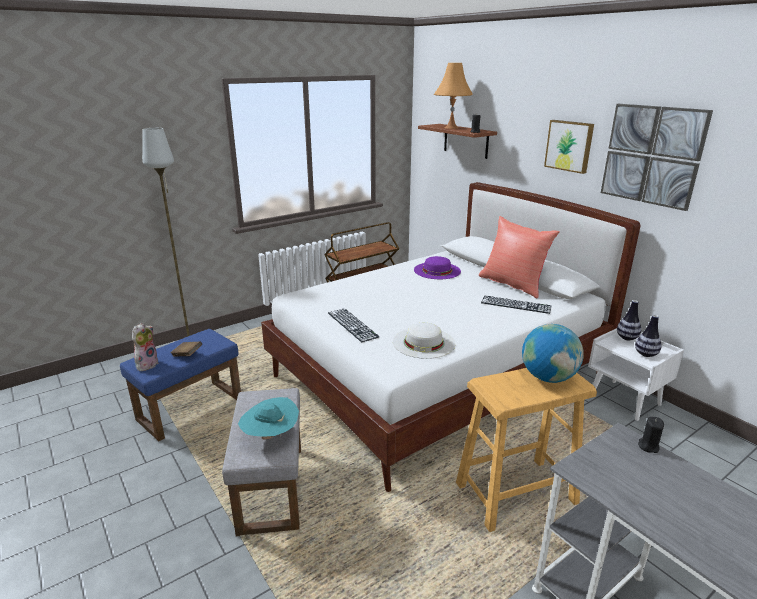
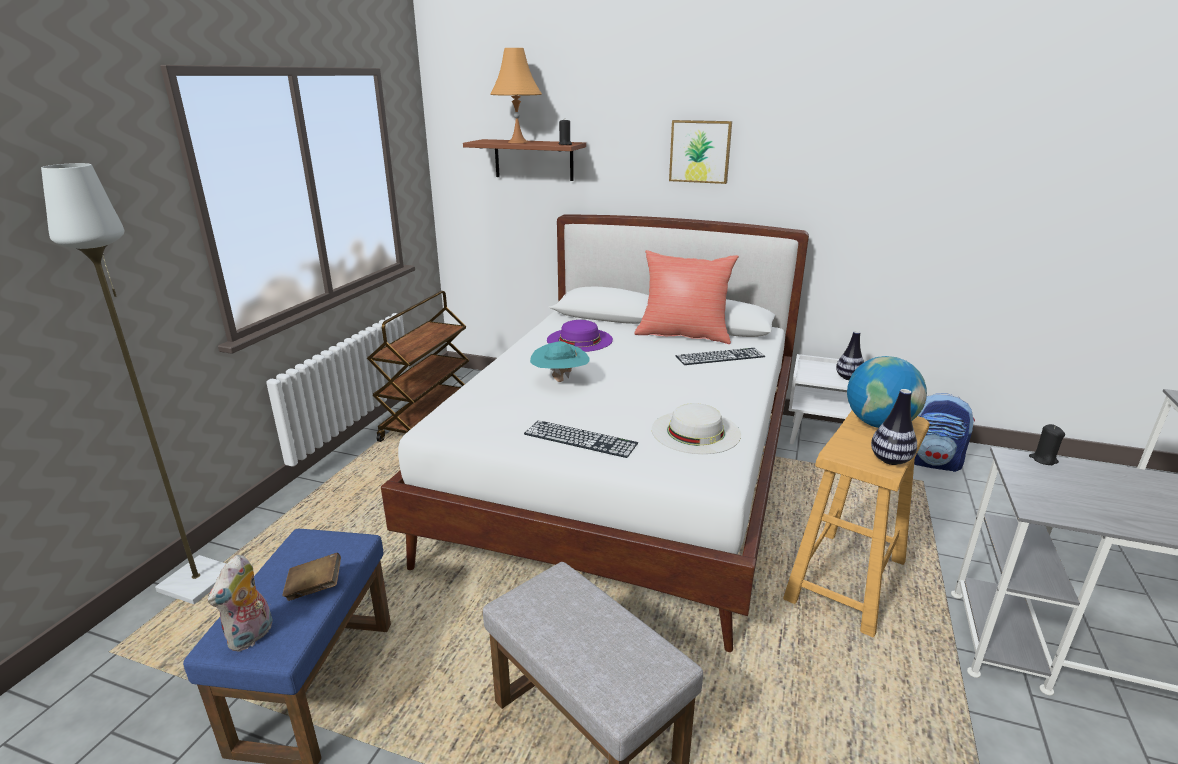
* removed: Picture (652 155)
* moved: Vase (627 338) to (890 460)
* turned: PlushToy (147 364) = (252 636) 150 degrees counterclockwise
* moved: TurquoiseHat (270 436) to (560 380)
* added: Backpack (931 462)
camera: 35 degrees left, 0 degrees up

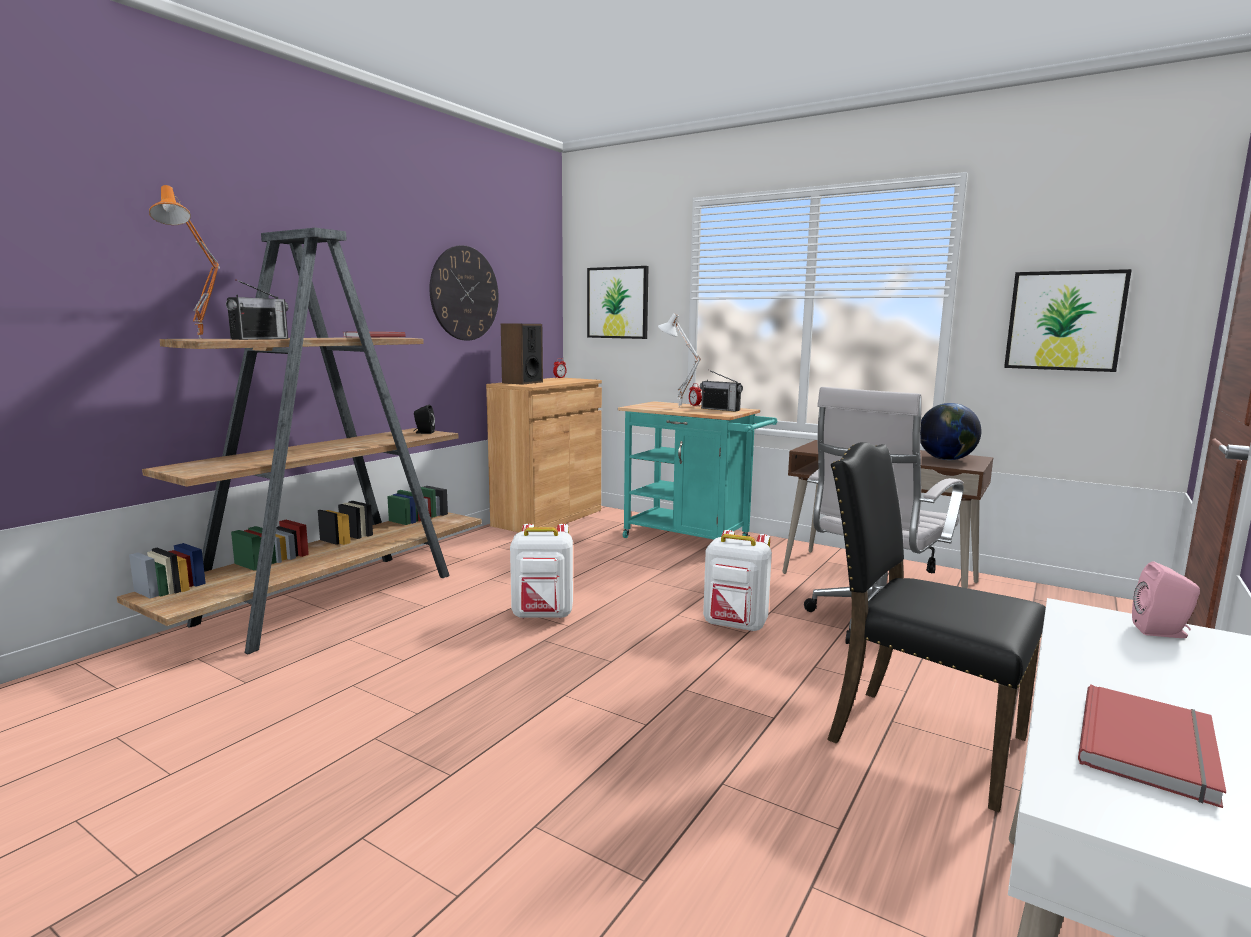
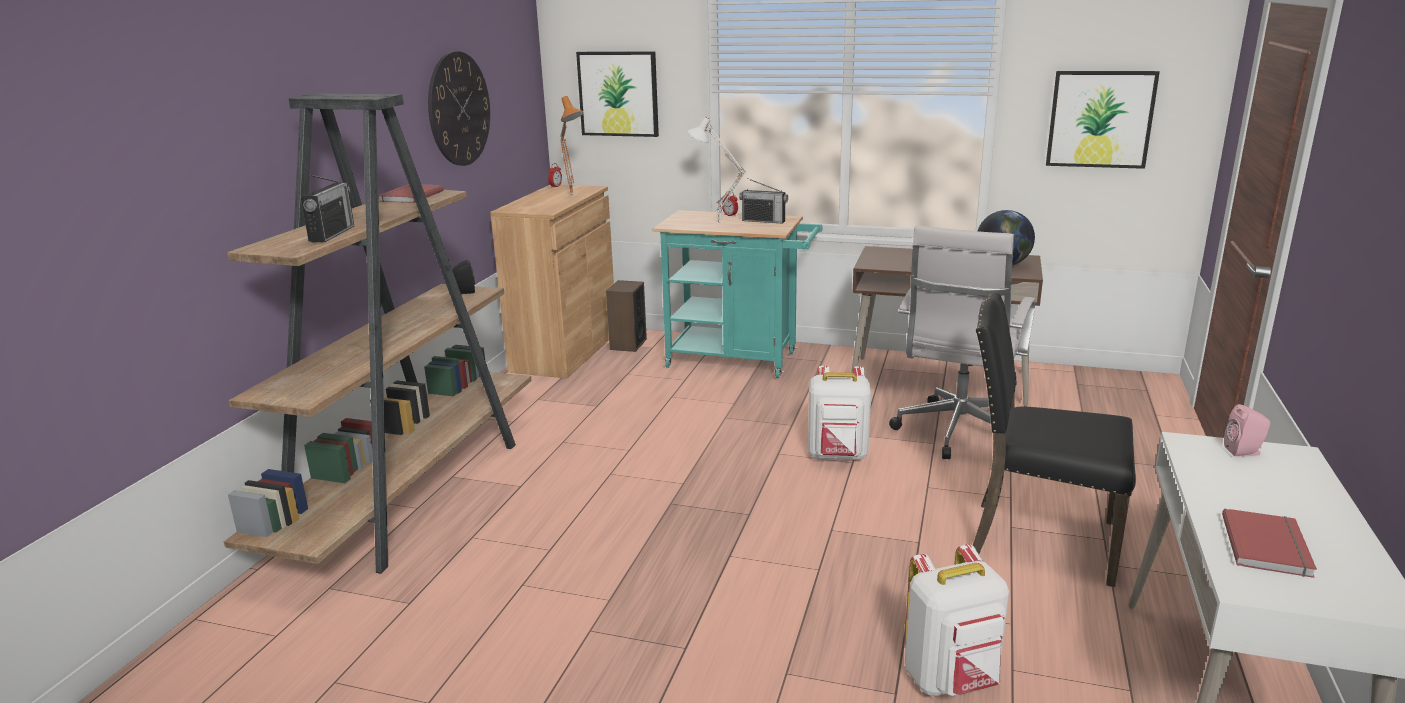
* moved: OrangeTableLamp (203 338) to (573 194)
* moved: Speaker (522 382) to (628 344)
* moved: WhiteBackpack (543 615) to (952 680)
camera: 15 degrees left, 10 degrees up

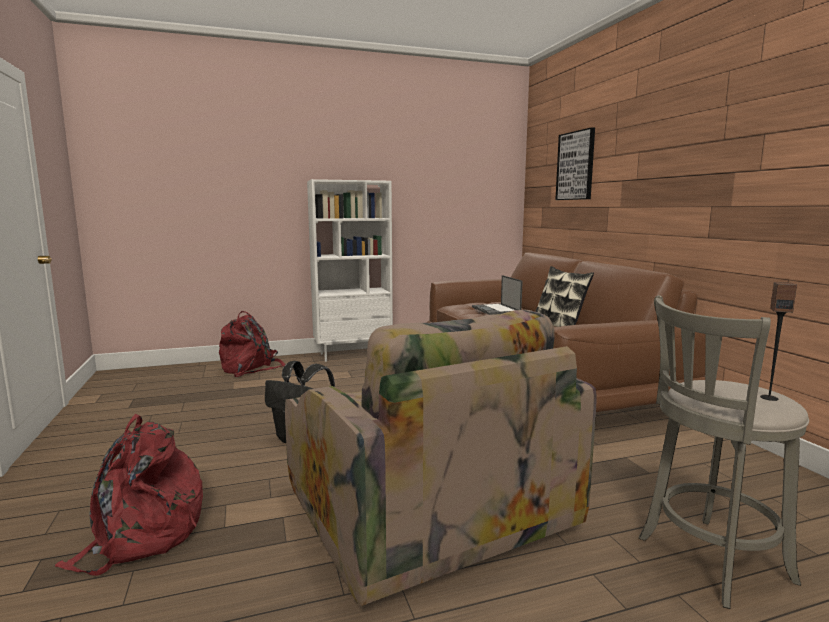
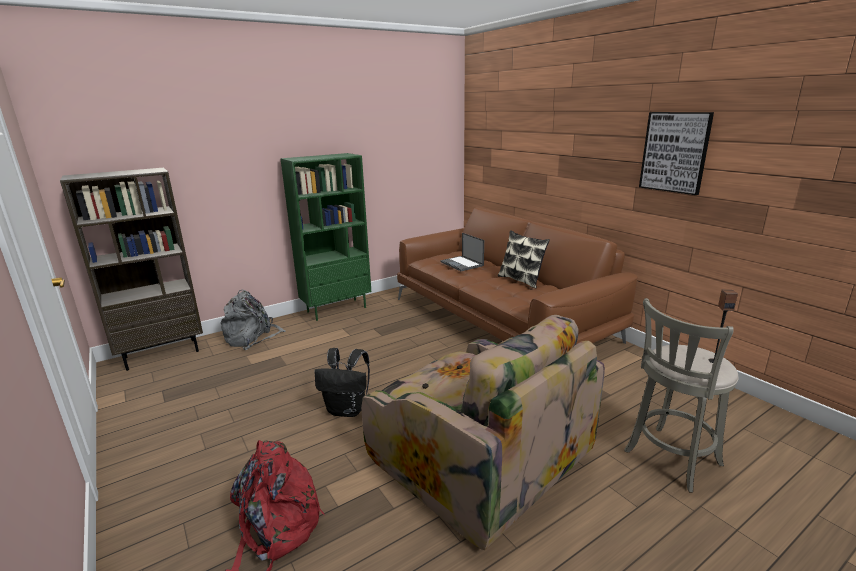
* moved: Picture (576 166) to (675 152)
* recoloured: WhiteBookcase (353 354) to GreenBookcase (337 309)
* recoloured: RedBackpack (251 368) to GreyBackpack (252 337)
* added: BrownBookcase (162 354)
camera: 15 degrees left, 10 degrees up

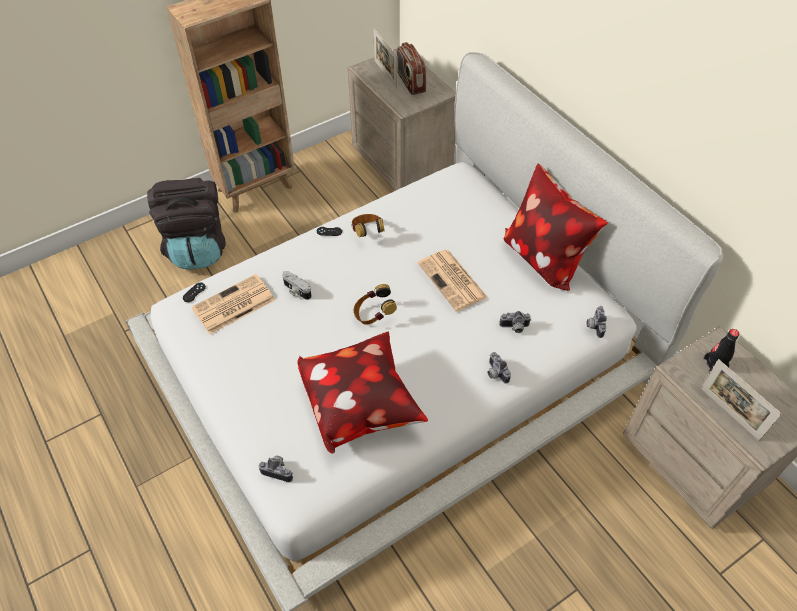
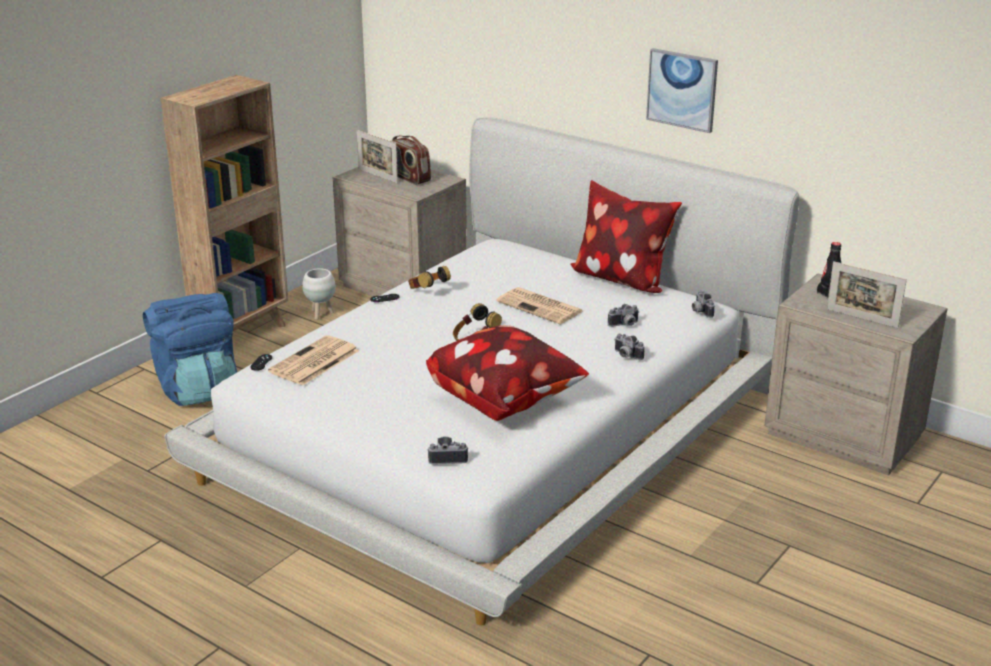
* recoloured: BlackBackpack (197 247) to BlueBackpack (198 389)
* removed: PhotoCamera (296 291)
* added: Picture (682 90)
* added: WhitePlanter (321 314)
camera: 20 degrees left, 25 degrees down

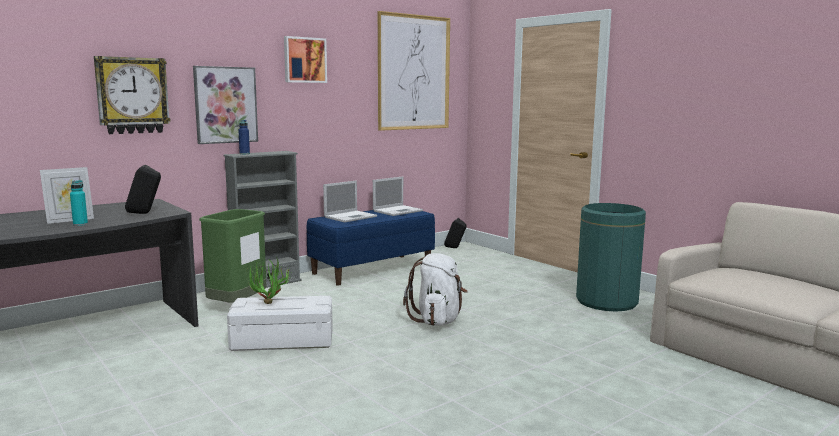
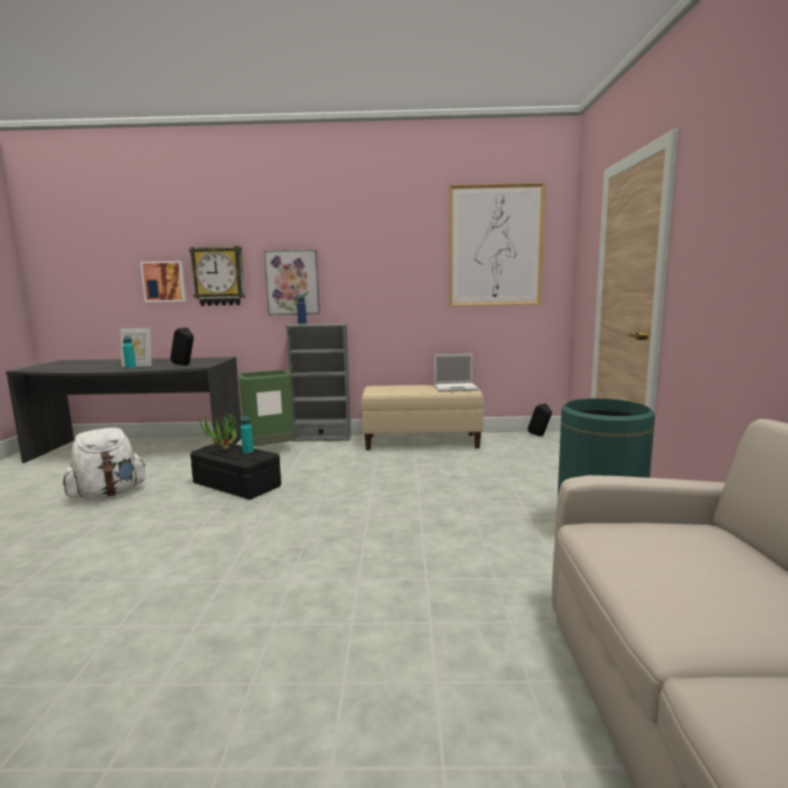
* moved: Picture (304 60) to (164 281)
* removed: Laptop (351 217)
* recoloured: BlueBench (372 269) to BeigeBench (422 442)
* moved: WhiteBackpack (437 320) to (108 494)
* recoloured: WhiteStorageBox (283 340) to BlackStorageBox (238 484)
* added: TurquoiseBottle (248 451)
camera: 40 degrees right, 0 degrees up

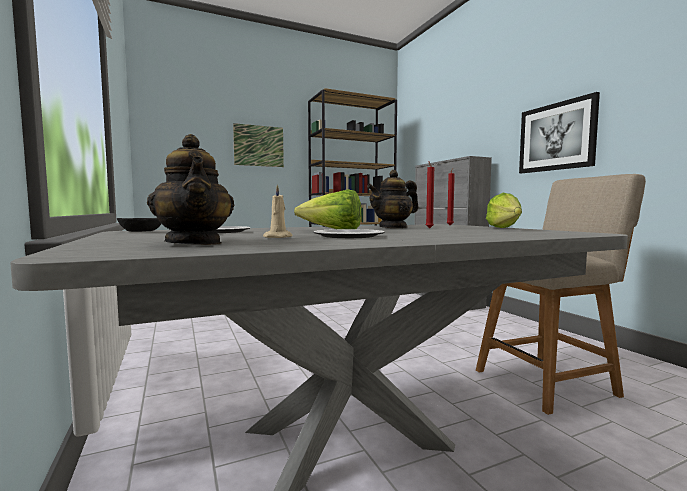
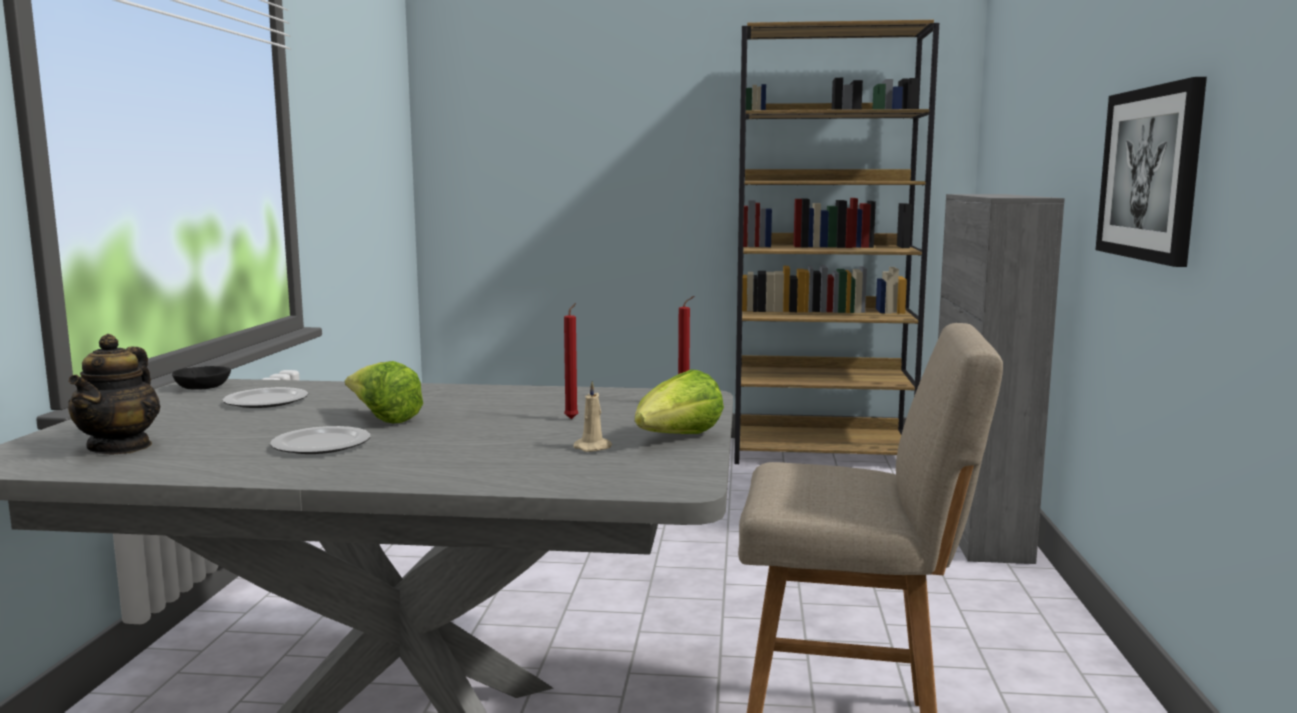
* removed: Picture (259 146)
* removed: Teapot (393 227)
* moved: BeigeCandle (278 237) to (594 447)
camera: 30 degrees right, 5 degrees up

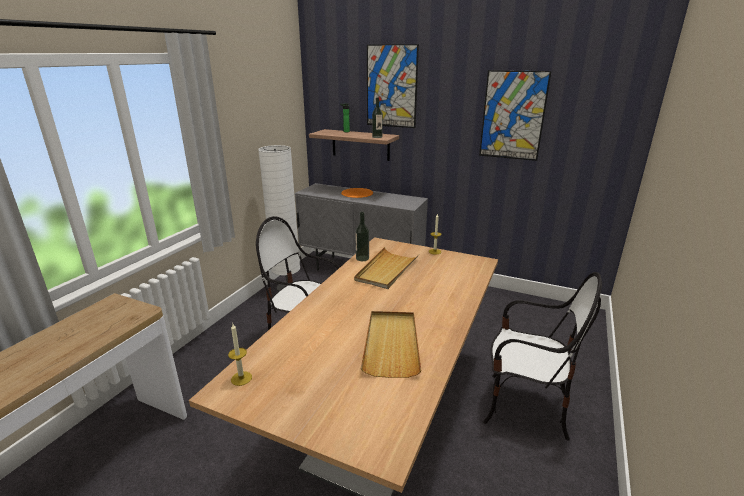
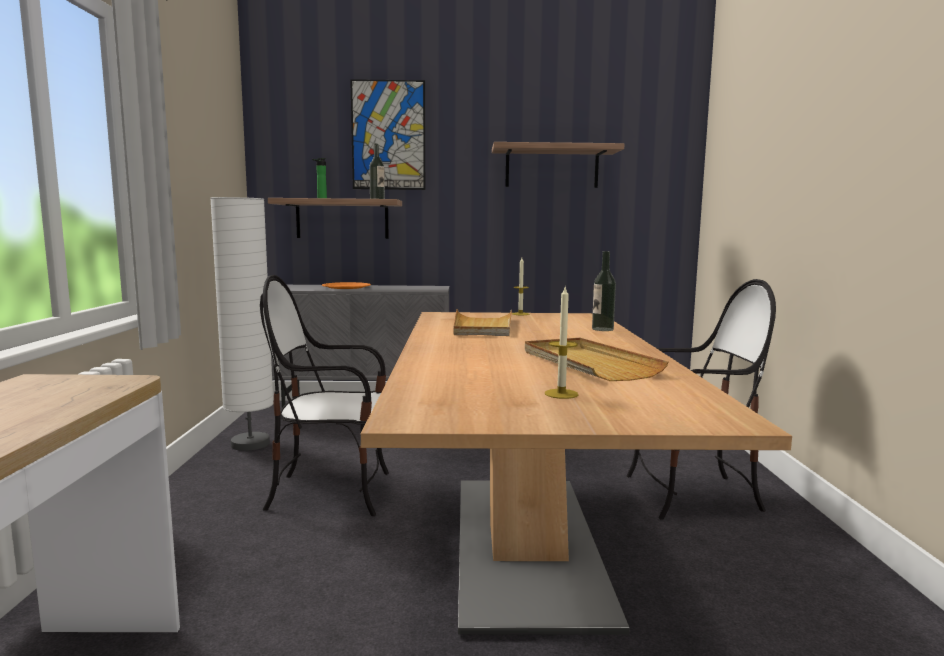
* replaced: Picture (513 116) to Shelf (551 168)
* moved: Bottle (362 258) to (602 329)
* moved: Candle (241 378) to (561 394)
camera: 25 degrees left, 15 degrees down

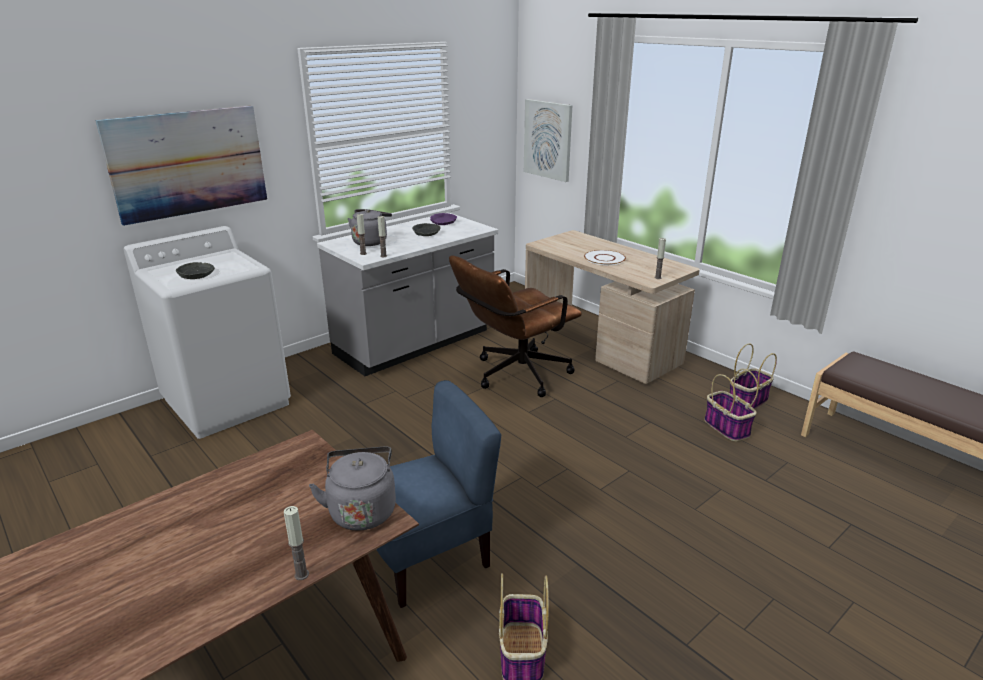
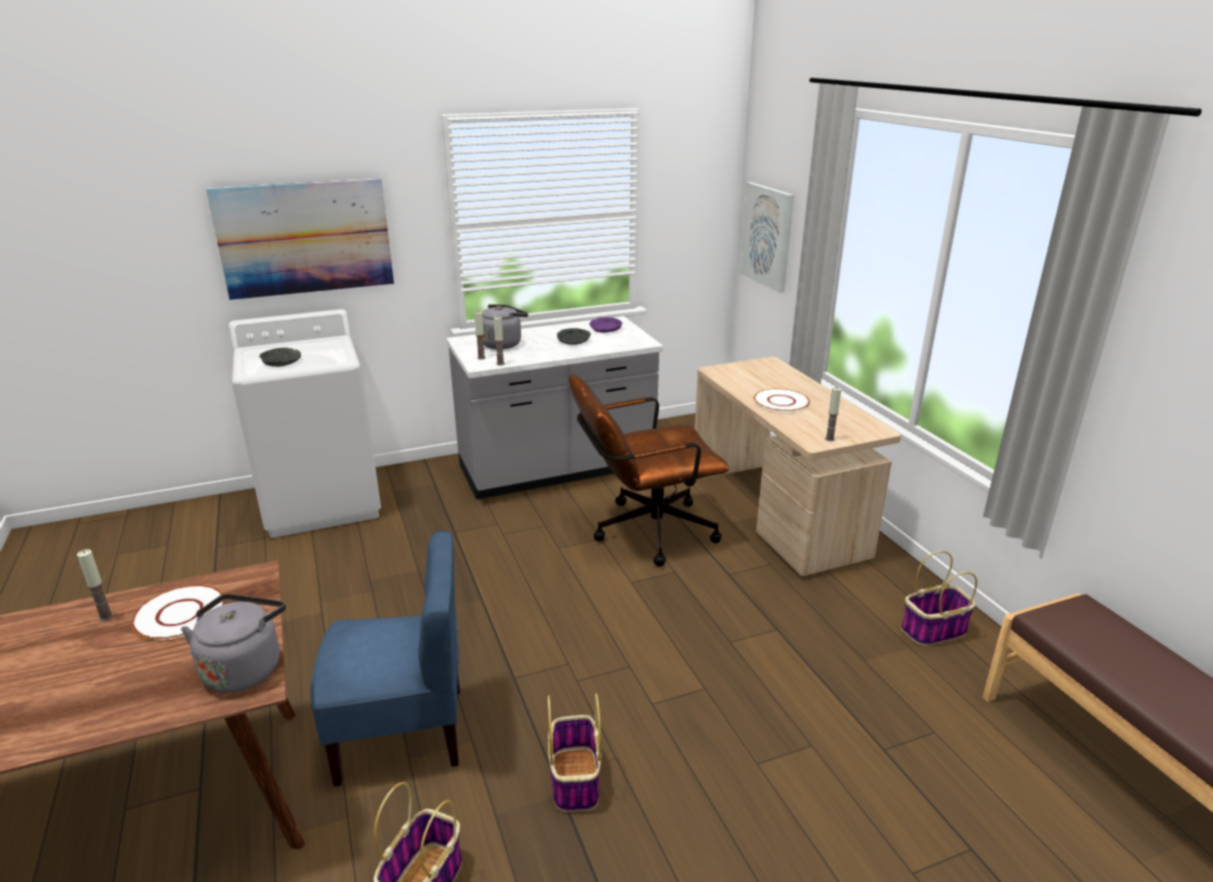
* moved: Basket (725 427) to (574 778)
* moved: Candle (301 574) to (106 617)
* added: WhitePlate (180 614)
camera: 20 degrees right, 0 degrees up

